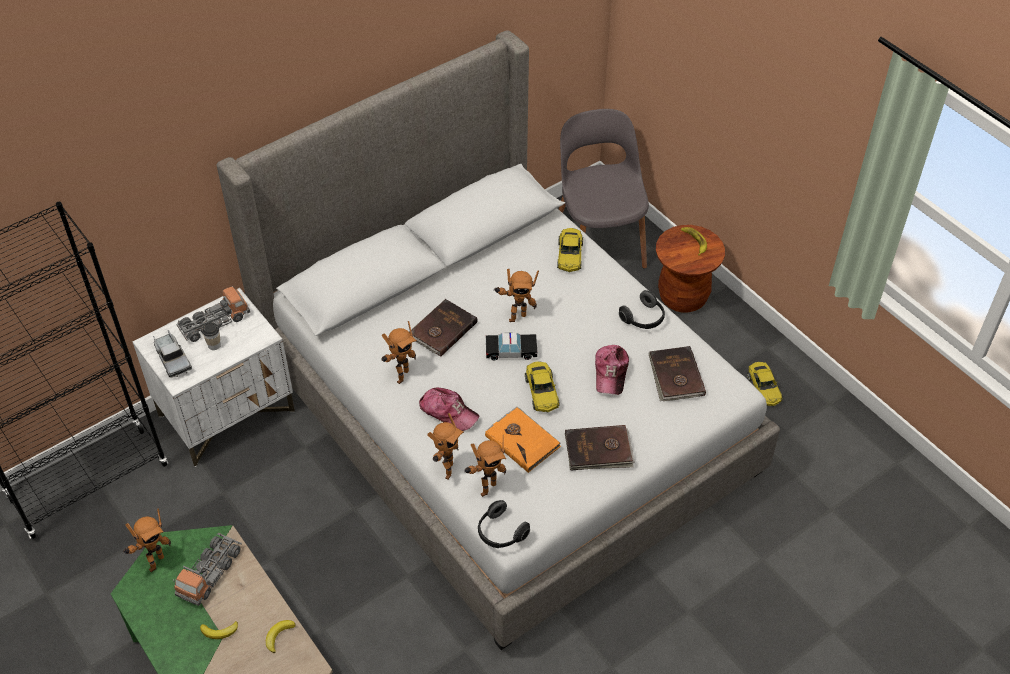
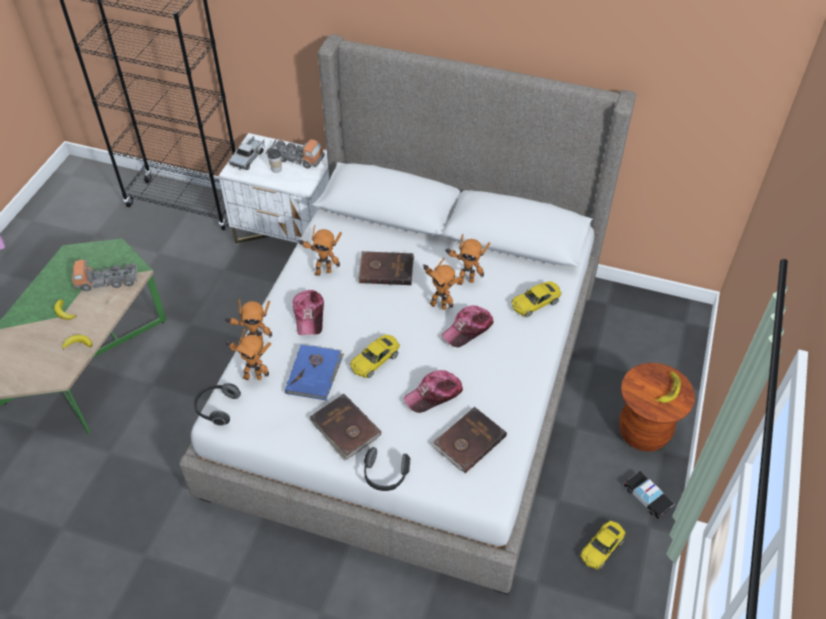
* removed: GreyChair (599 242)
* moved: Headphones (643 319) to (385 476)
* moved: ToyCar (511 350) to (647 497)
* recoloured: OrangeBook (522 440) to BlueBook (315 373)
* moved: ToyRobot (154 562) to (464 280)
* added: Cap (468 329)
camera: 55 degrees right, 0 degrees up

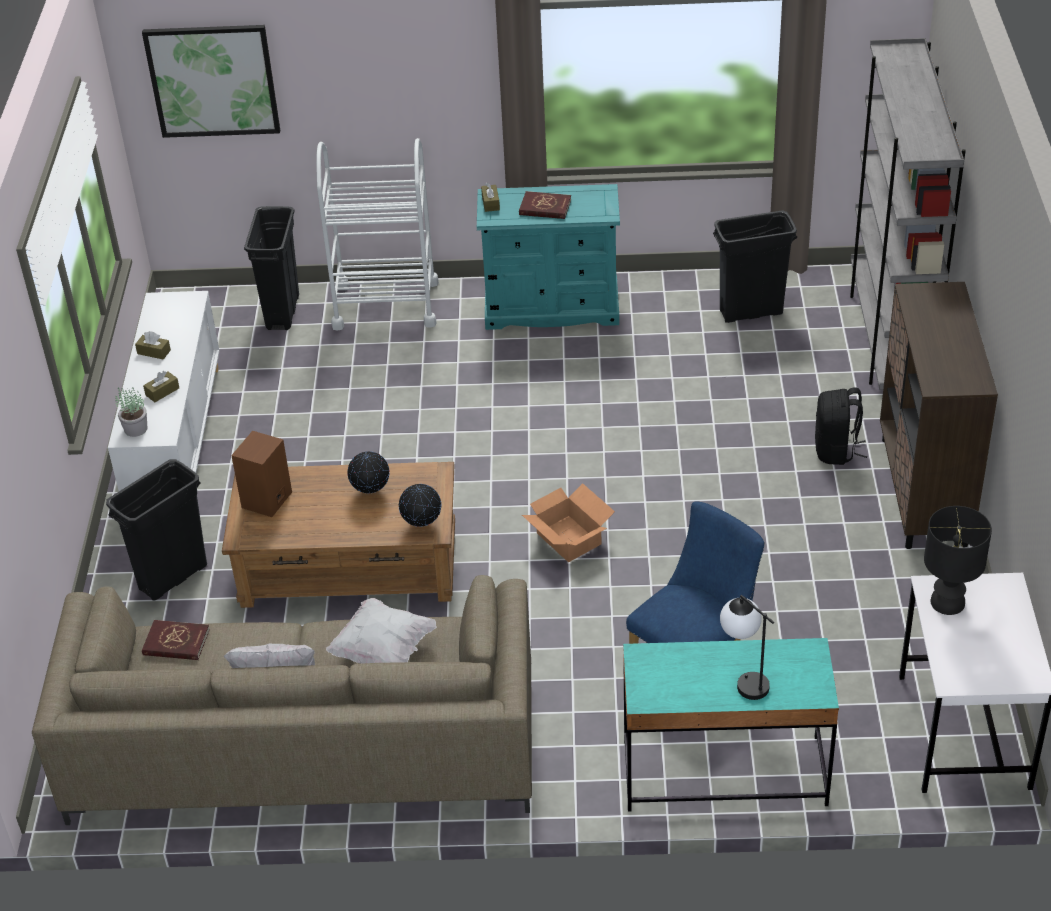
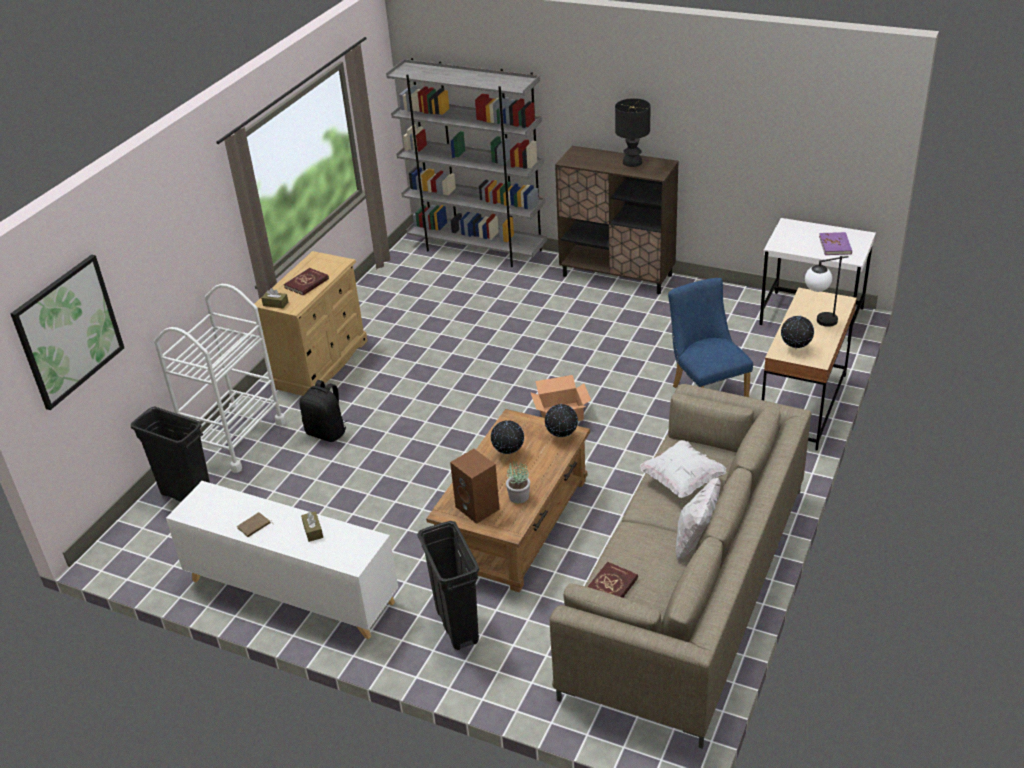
* recoloured: TurquoiseDresser (552 308) to BeigeDresser (320 363)
* removed: BlackTrashCan (750 312)
* replaced: BrownTissueBox (154 352) to BrownBook (254 526)
* moved: BlackBackpack (836 451) to (327 432)
* moved: PottedPlant (135 429) to (519 497)
* moved: BlackTableLamp (948 602) to (632 162)
* recoloured: TurquoiseDesk (724 773) to BeigeDesk (803 406)
* added: PurpleBook (835 245)
* added: Globe (795 348)
camera: 65 degrees left, 5 degrees down

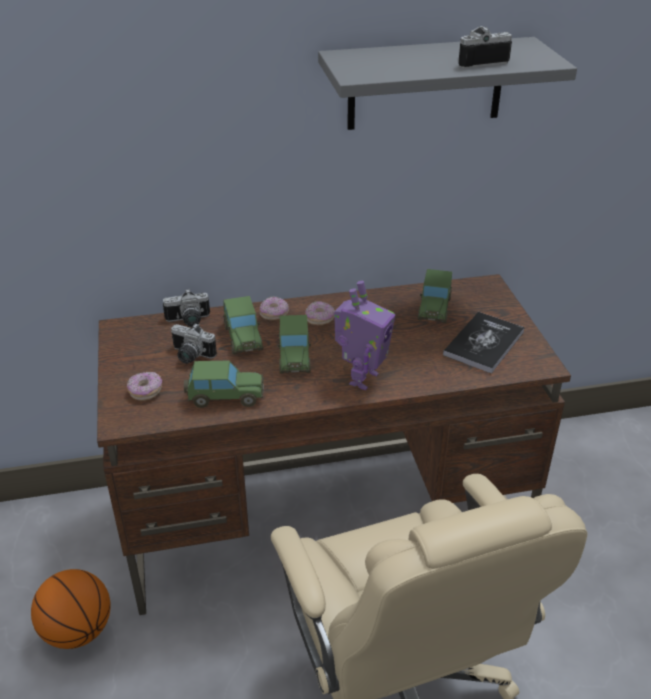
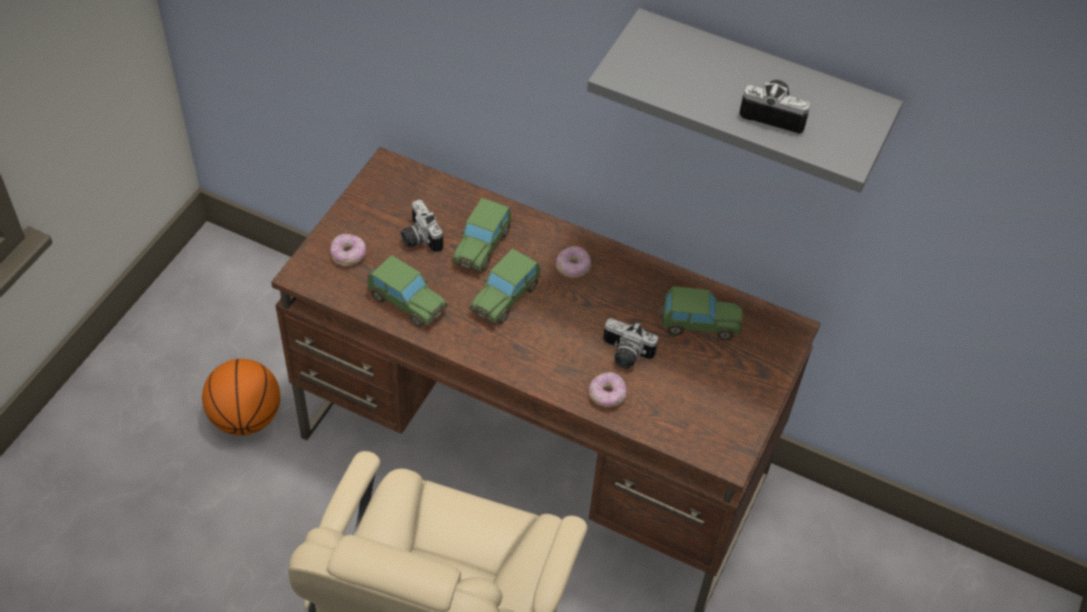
* turned: ToyCar (434 308) = (698 324) 135 degrees counterclockwise
* removed: ToyRobot (362 378)
* moved: PhotoCamera (188 321) to (625 355)
* moved: Donut (274 315) to (607 395)
* removed: Book (484 343)
camera: 35 degrees right, 15 degrees up

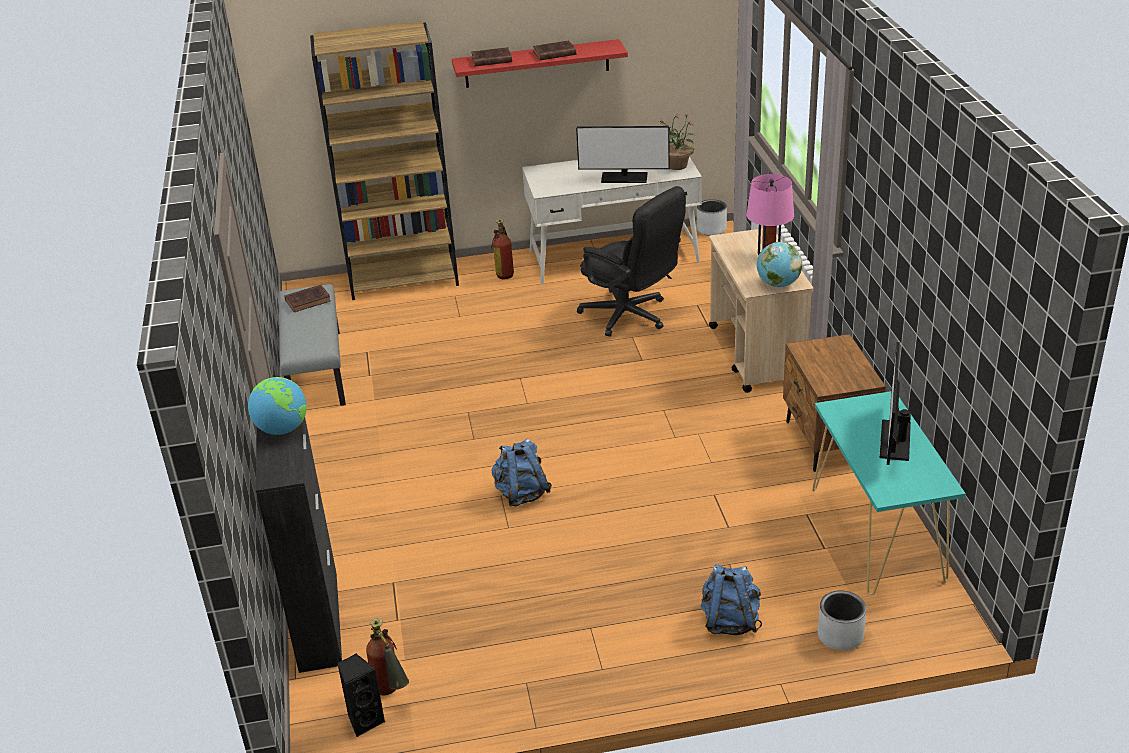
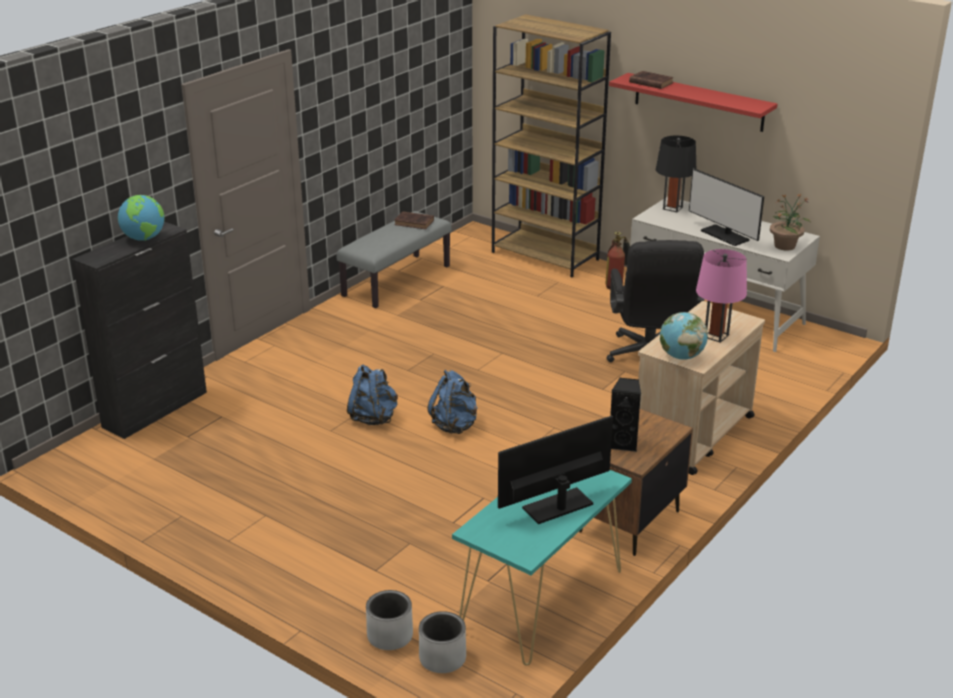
* removed: BrownBook (553 53)
* moved: GreyPlanter (711 229) to (442 658)
* moved: BlueBackpack (730 621) to (455 425)
* removed: FireExtinguisher (391 693)
* moved: BlackSpeaker (365 720) to (623 443)
* added: BlackTableLamp (672 208)
camera: 45 degrees right, 5 degrees down

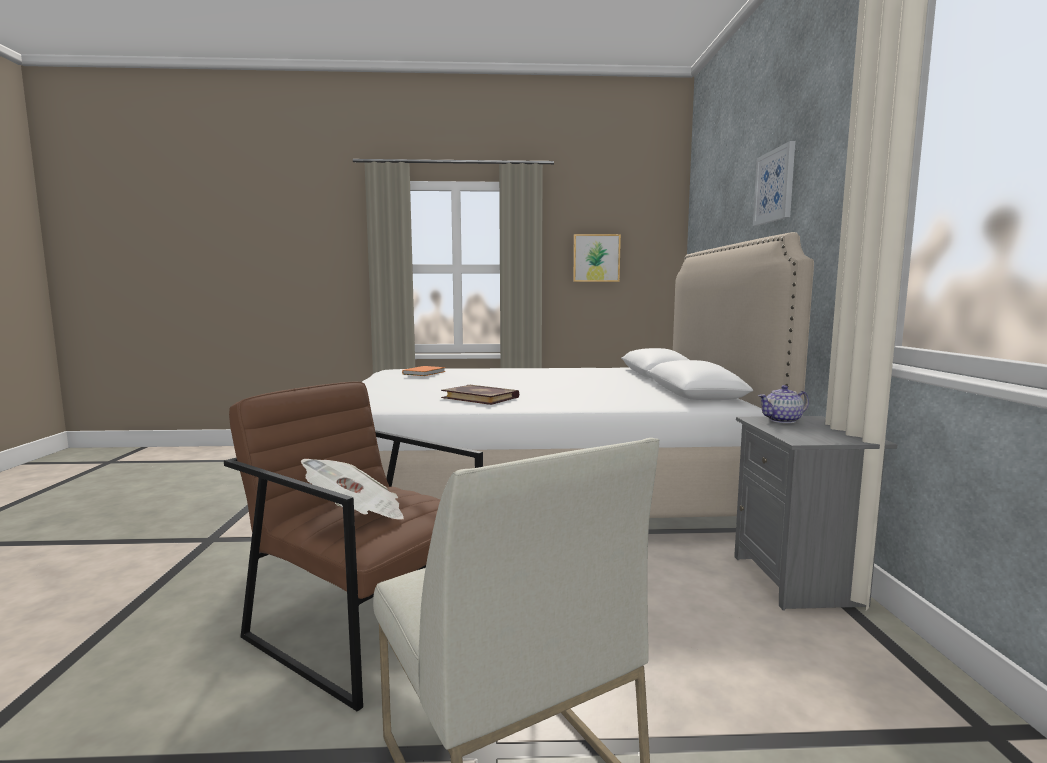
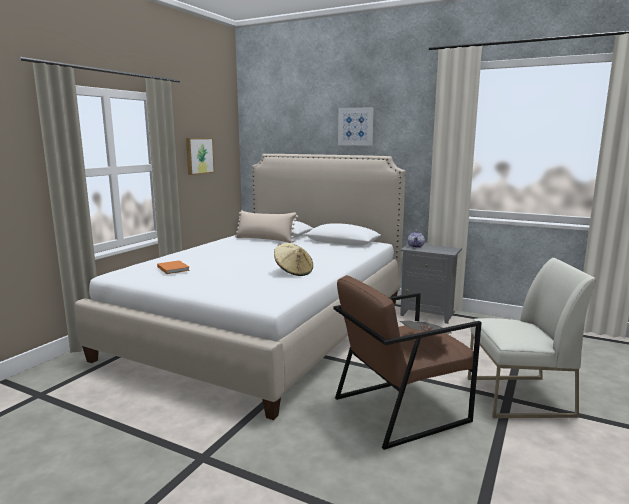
* replaced: Book (481 397) to BeigeHat (293 272)
* added: BeigePillow (265 239)
camera: 60 degrees left, 5 degrees up

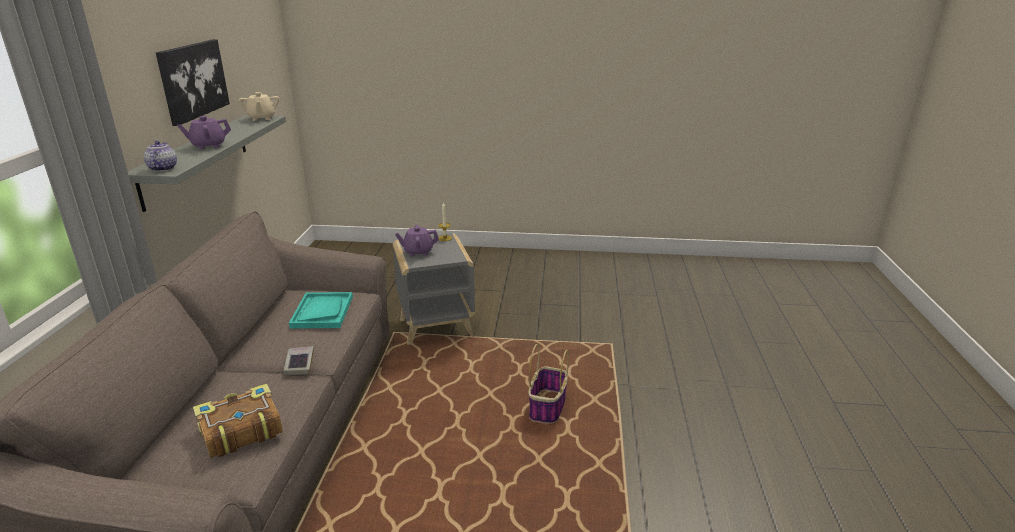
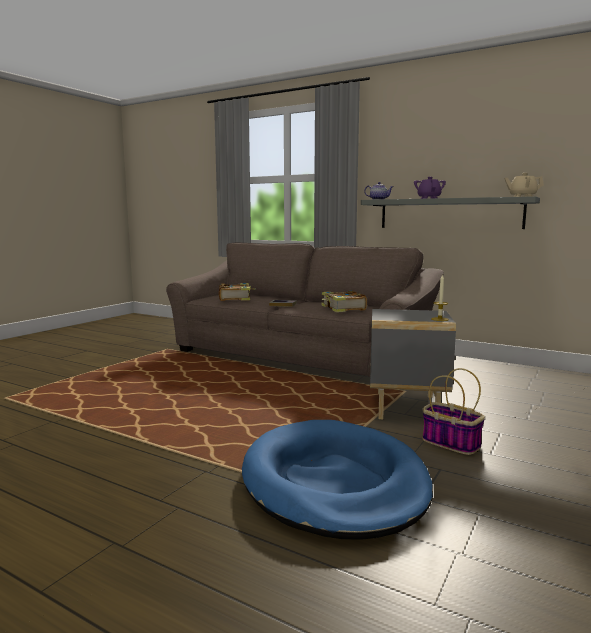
* removed: Picture (193 80)
* removed: PurpleTeapot (418 252)
* replaced: TurquoiseTray (322 312) to Book (343 308)
* moved: Basket (547 408) to (449 443)
* added: BlueDogBed (334 483)
camera: 115 degrees right, 15 degrees down

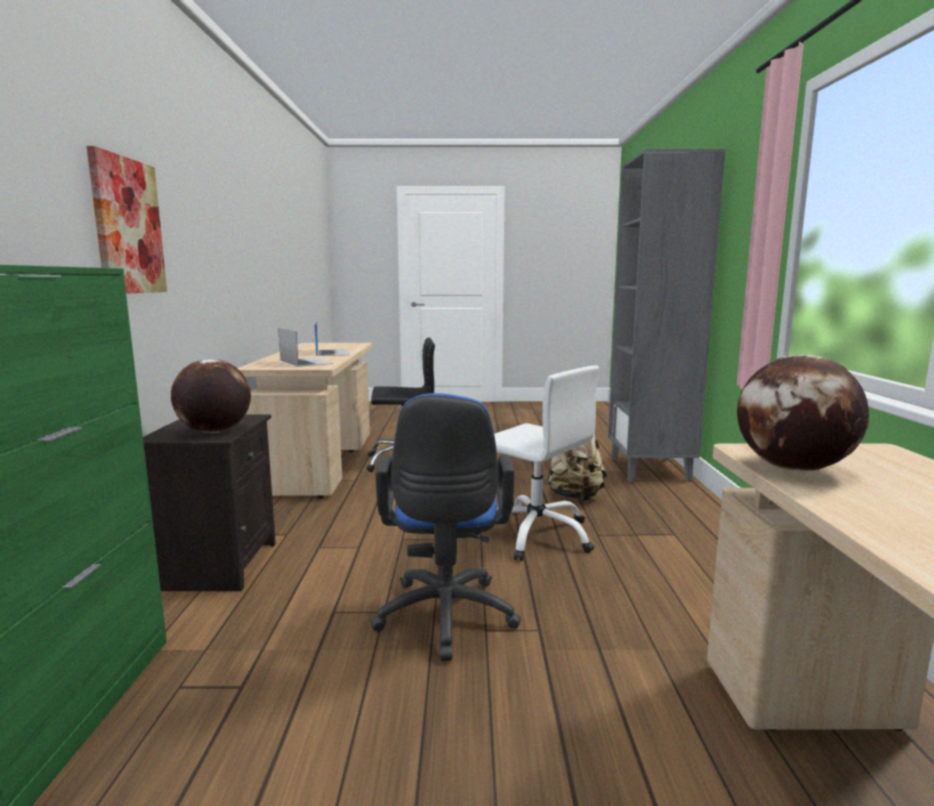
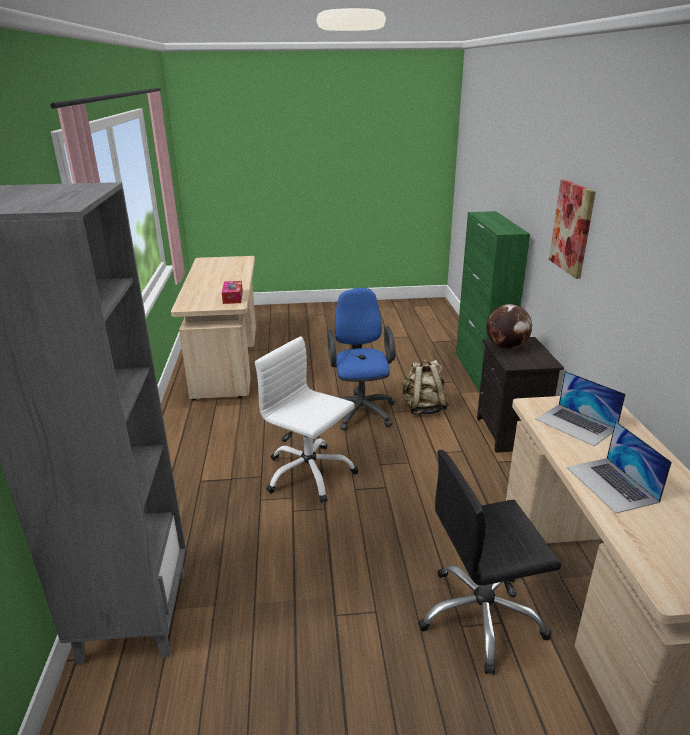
* replaced: Globe (793 468) to TissueBox (233 297)
* moved: BeigeBackpack (575 497) to (423 408)
camera: 175 degrees right, 15 degrees up

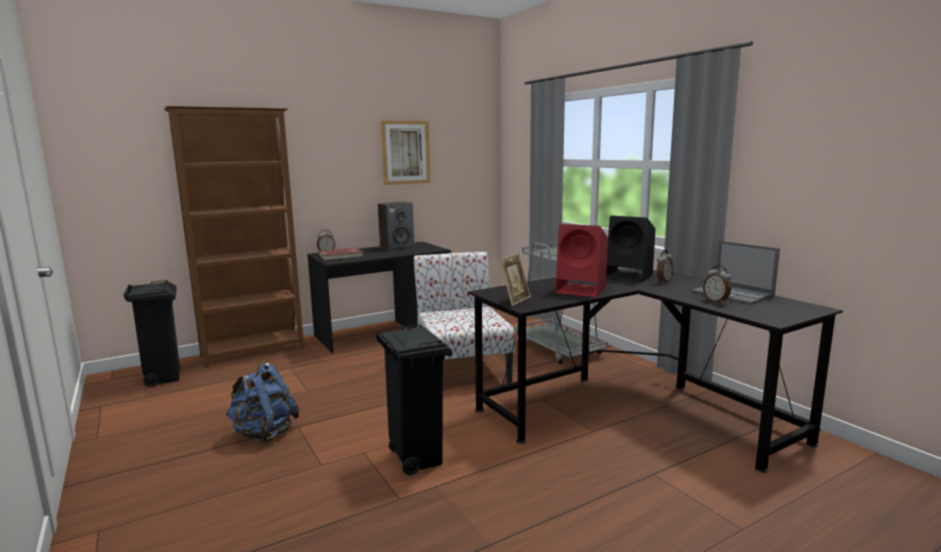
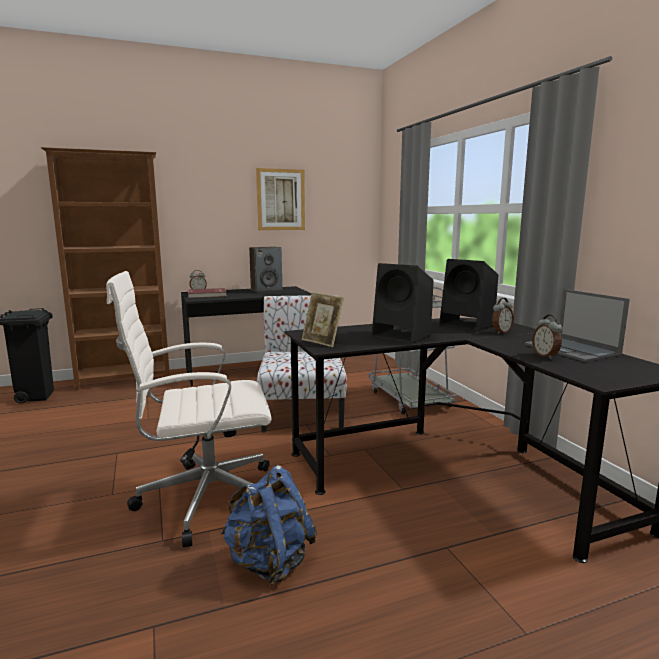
* recoloured: RedSpeaker (582 290) to BlackSpeaker (403 336)
* turned: PictureFrame (515 300) = (322 342) 90 degrees clockwise
* replaced: BlackTrashCan (416 459) to WhiteOfficeChair (204 498)
* moved: BlueBackpack (264 434) to (269 562)
camera: 10 degrees right, 0 degrees up

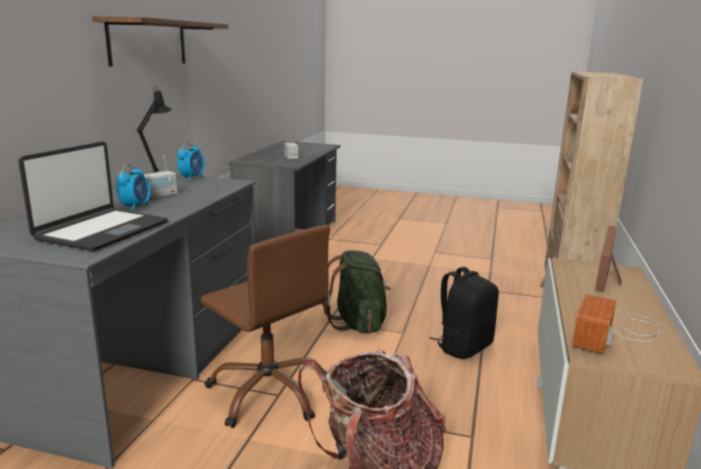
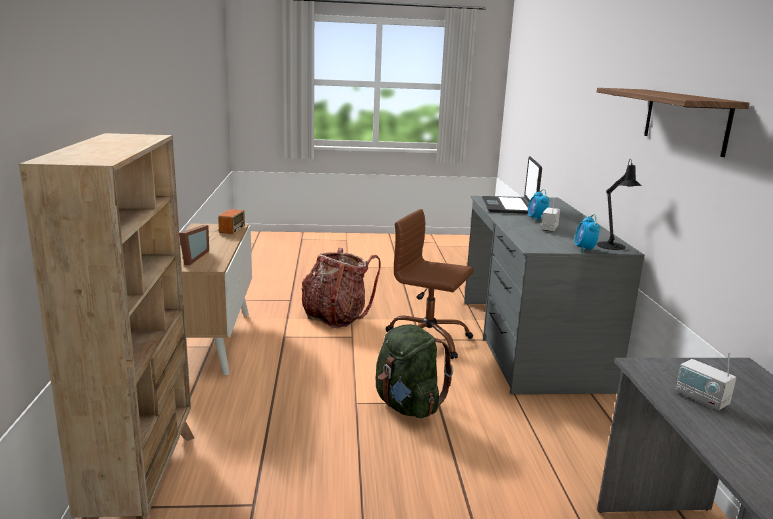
* removed: BlackBackpack (463 347)
camera: 160 degrees right, 0 degrees up

